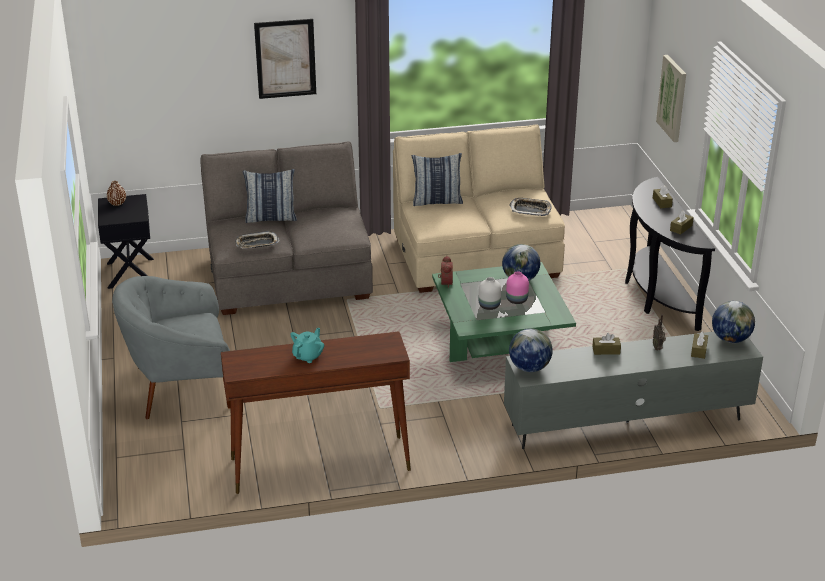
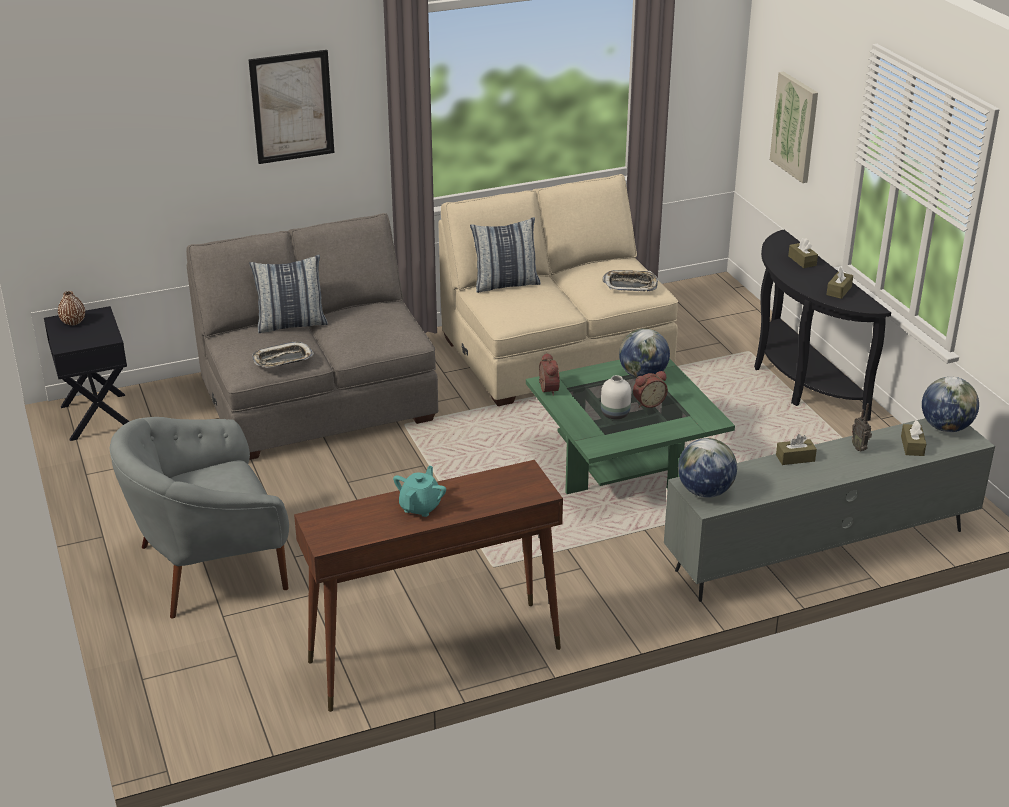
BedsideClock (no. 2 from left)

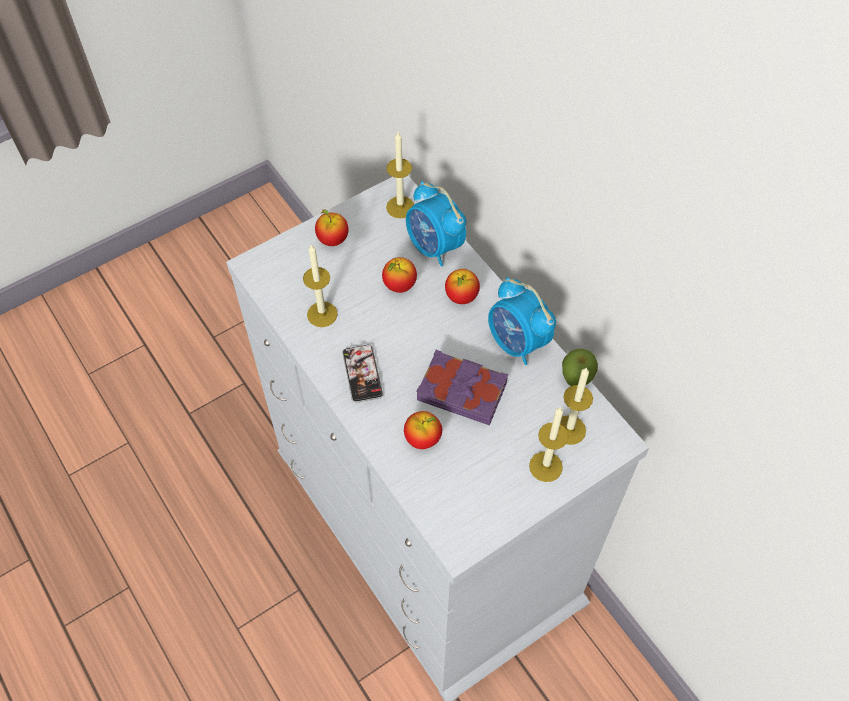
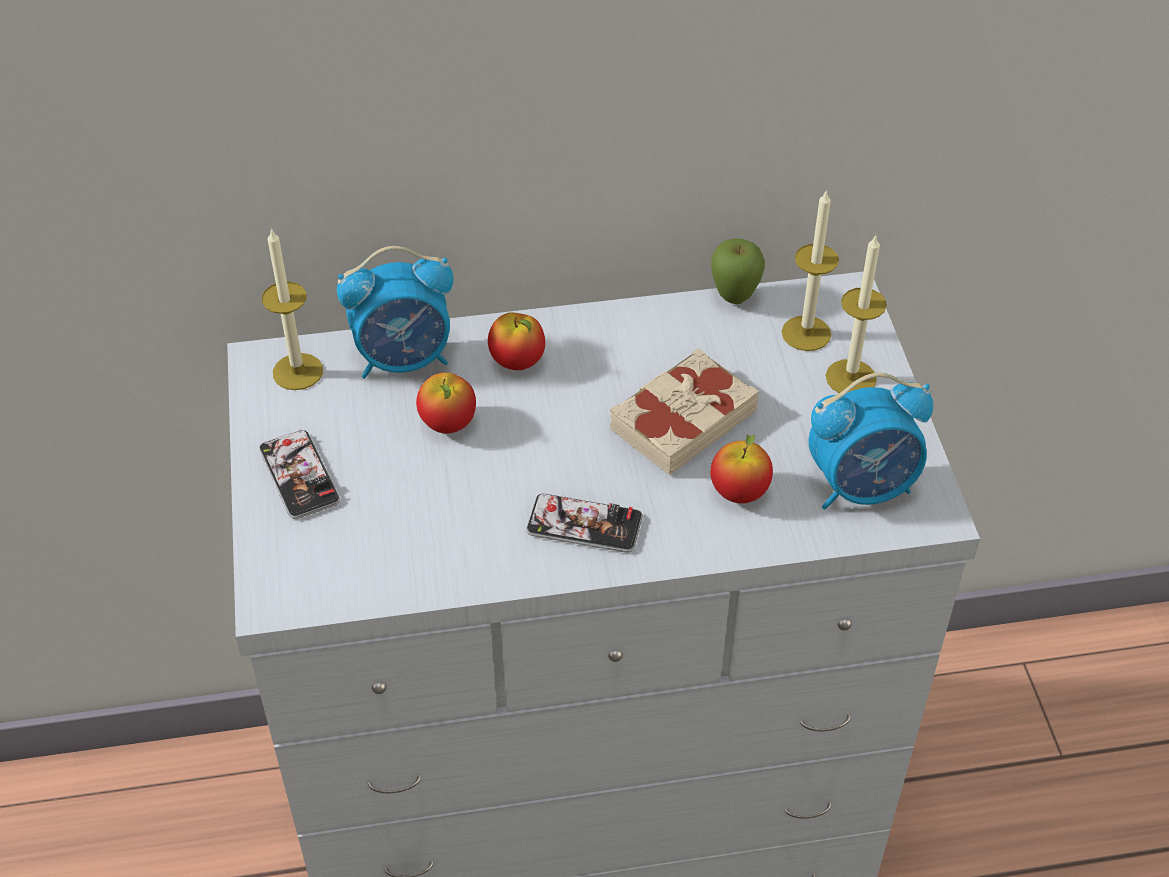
WaxLight (no. 1 from left in the first image)
BedsideClock (no. 2 from left)
Telephone (no. 1 from left)
SandColouredBook

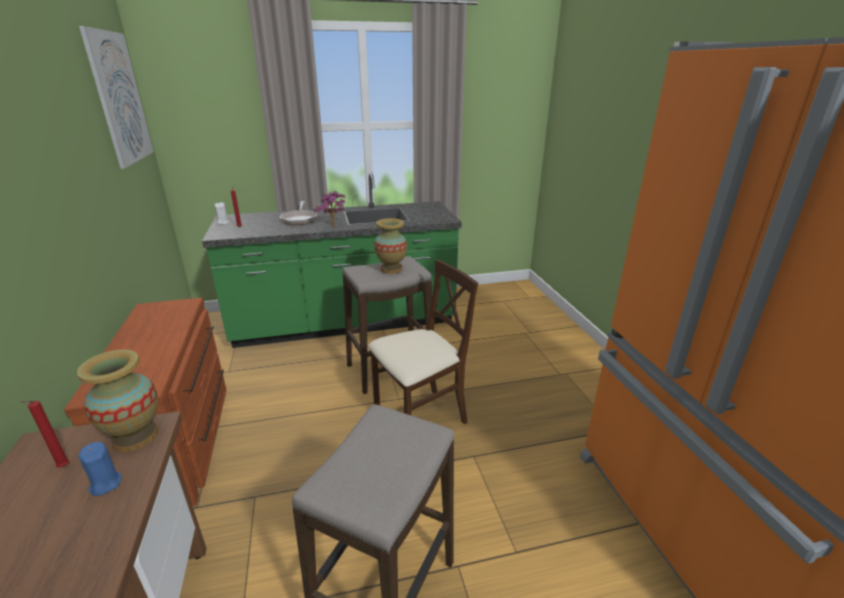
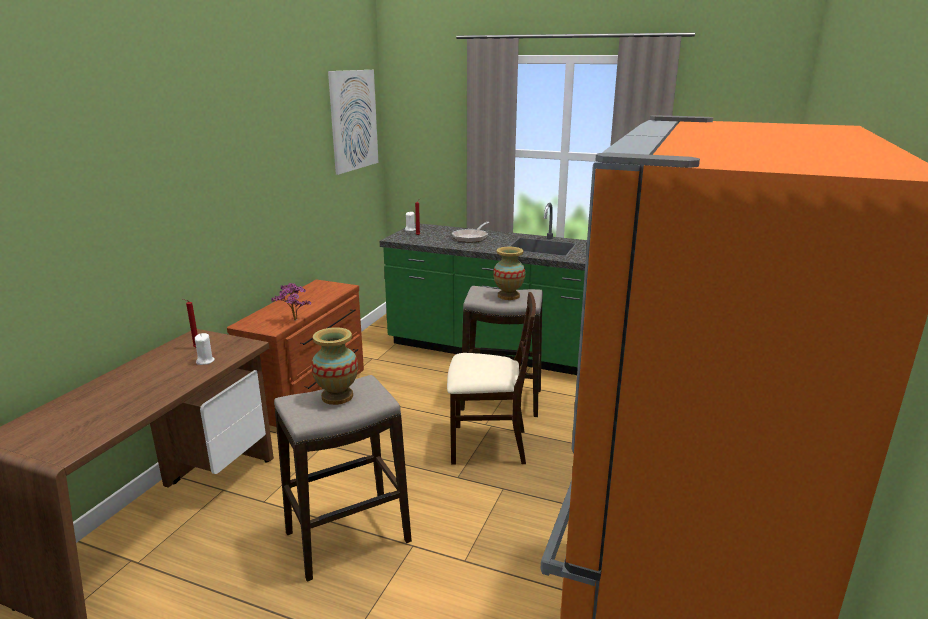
FlowerVase (no. 1 from left)
Houseplant
WhiteWaxLight (no. 1 from left)

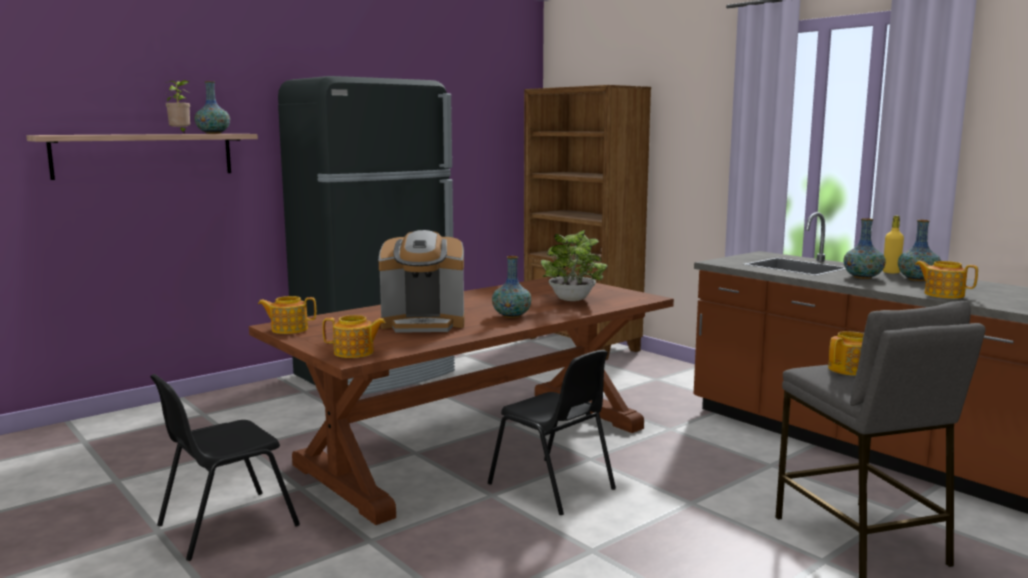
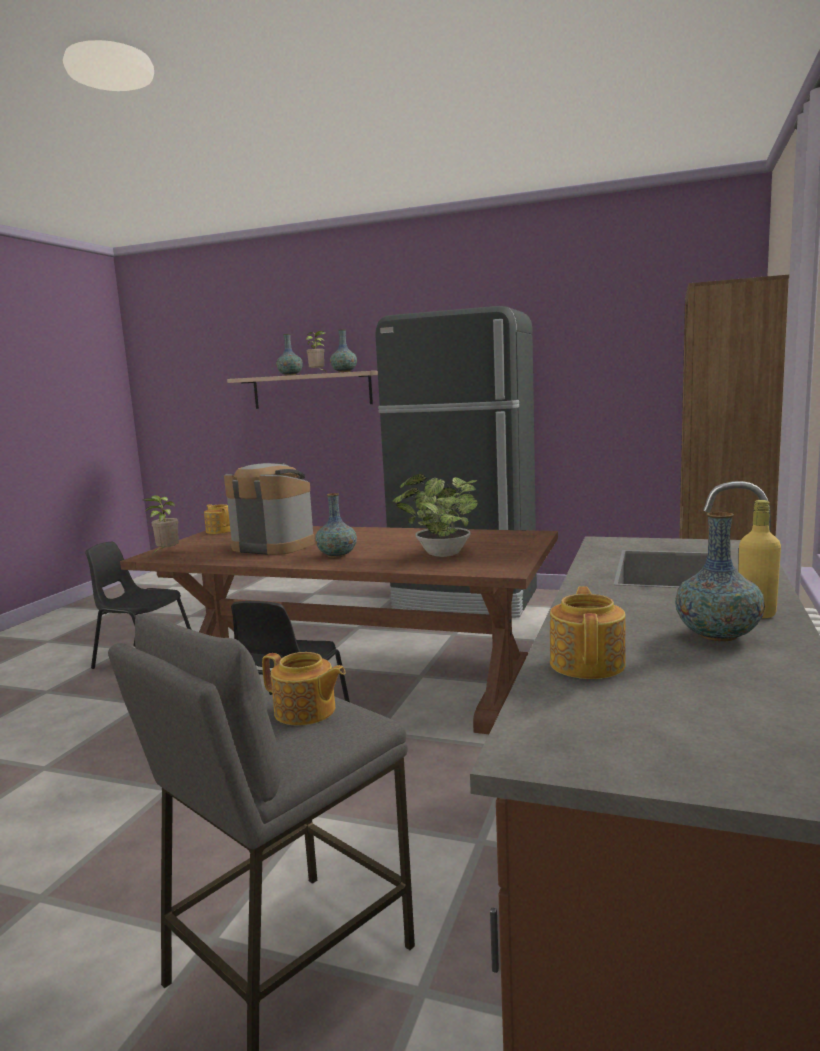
FlowerVase (no. 1 from left)
Houseplant (no. 1 from left)
CoffeeBrewer

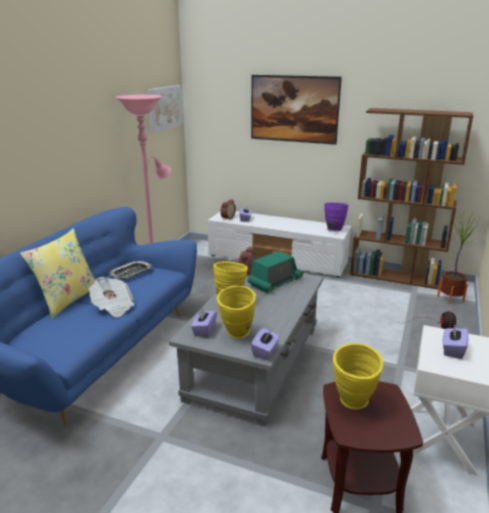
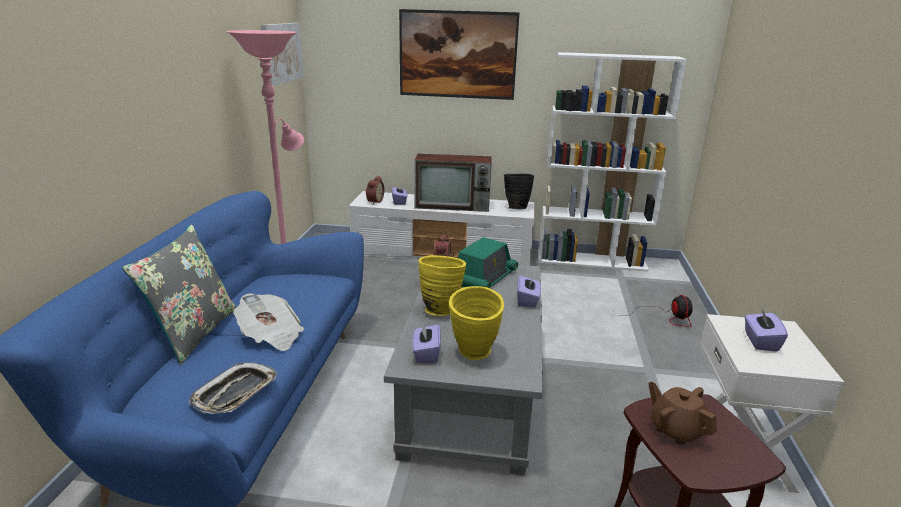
Houseplant
TvSet
Tray
PurplishTissueBox (no. 3 from left)
BrownColouredTeapot
GreyishThrowPillow
BlackColouredFlowerVase
WhiteShelvingUnit

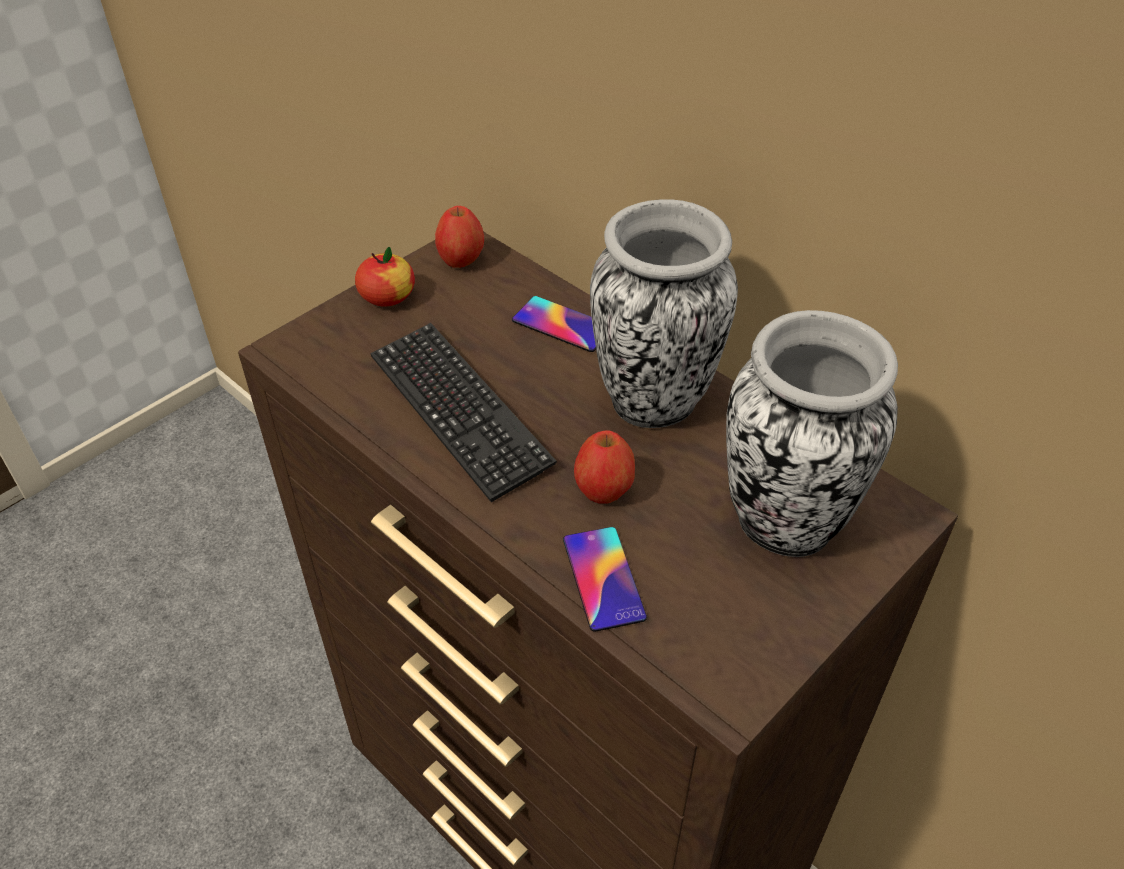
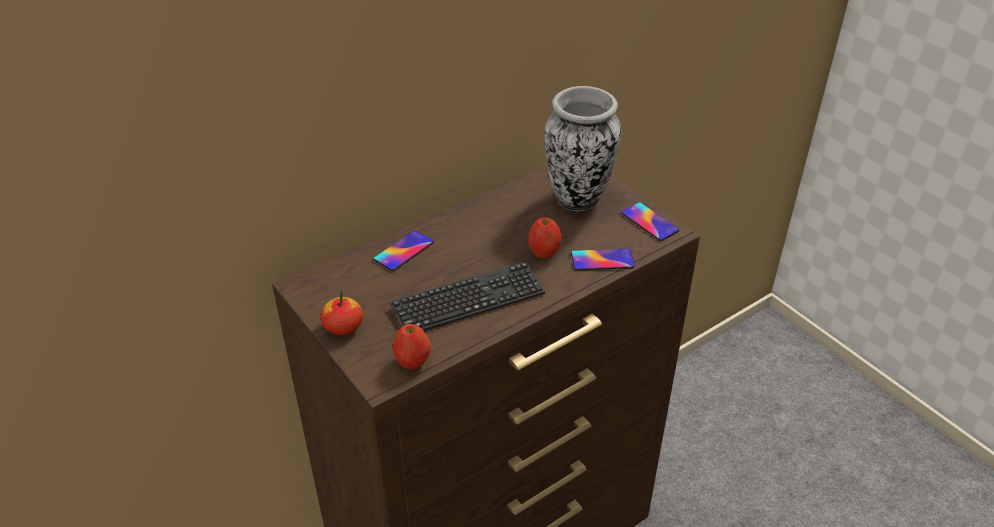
FlowerVase (no. 1 from left in the first image)
Telephone (no. 3 from left)
AppleFruit (no. 2 from left)

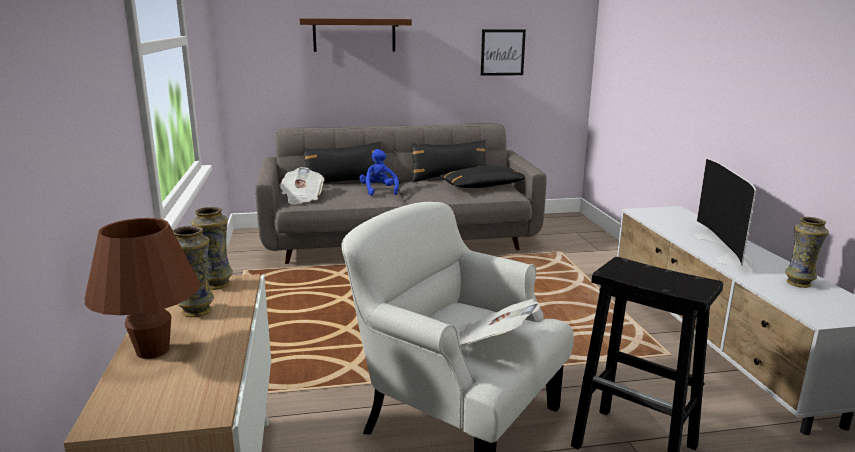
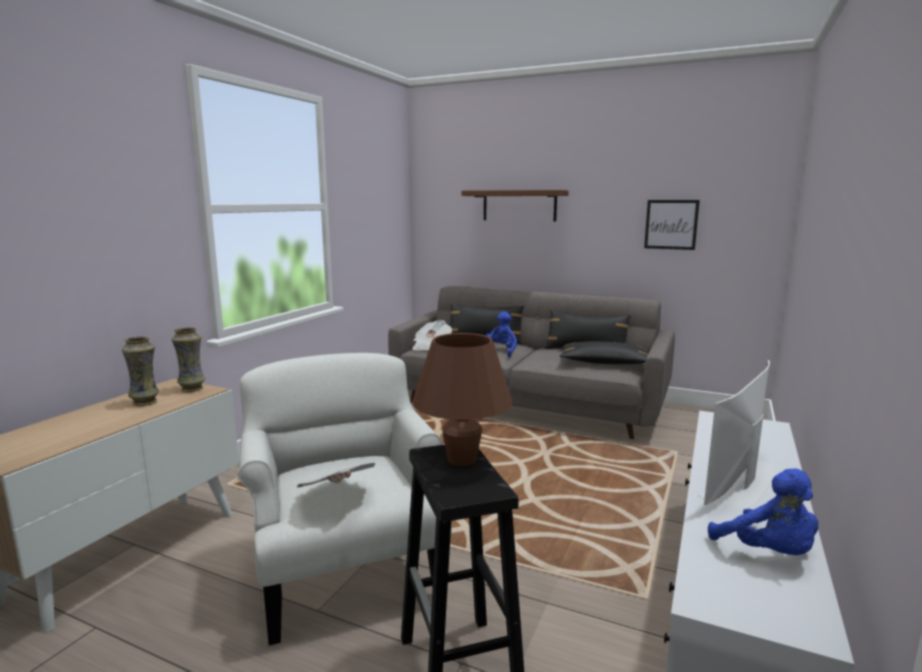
BrownColouredLampForATable
BluishPlushToy (no. 2 from left)

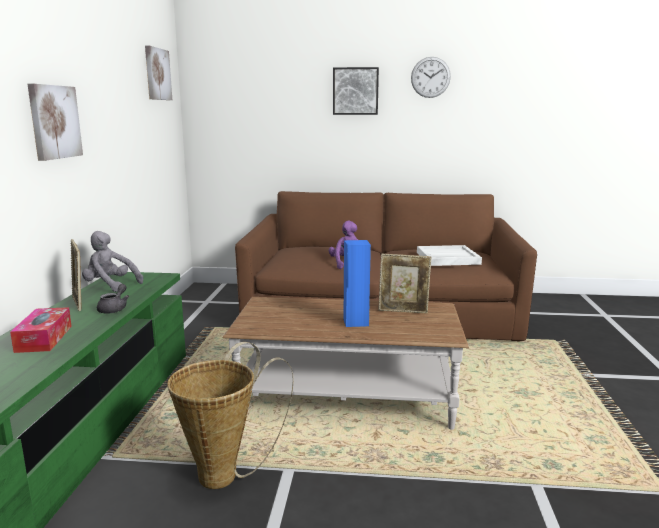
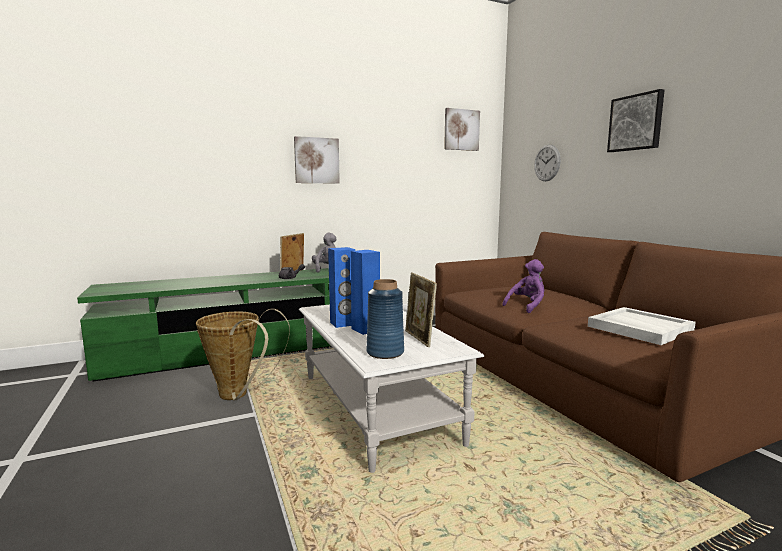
TissueBox
BluishAudioSpeaker (no. 1 from left)
BluishFlowerVase
HangingClock
WhiteLowTable

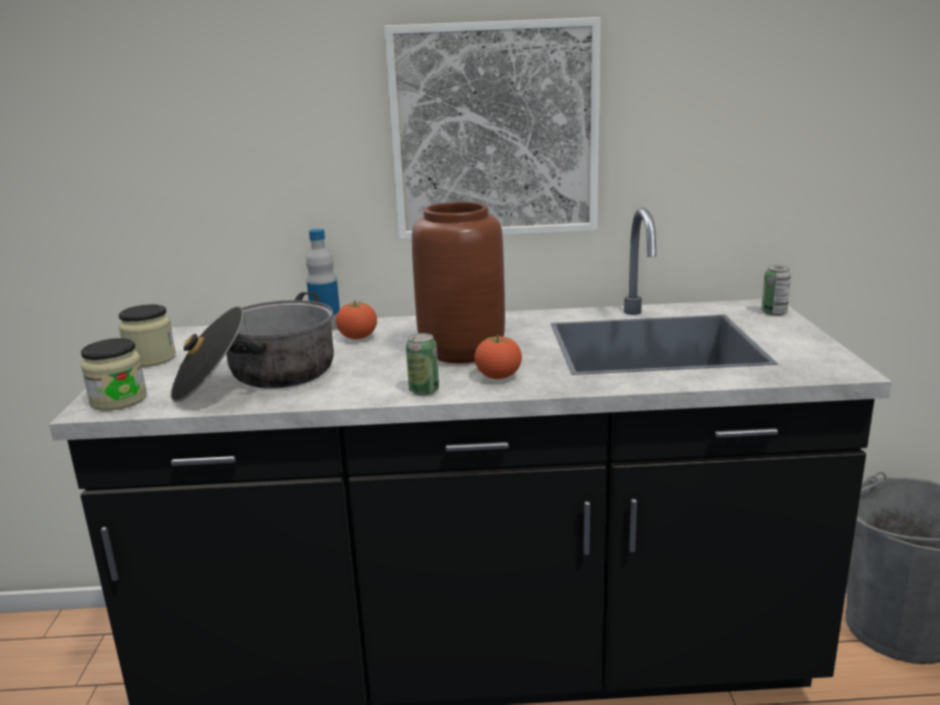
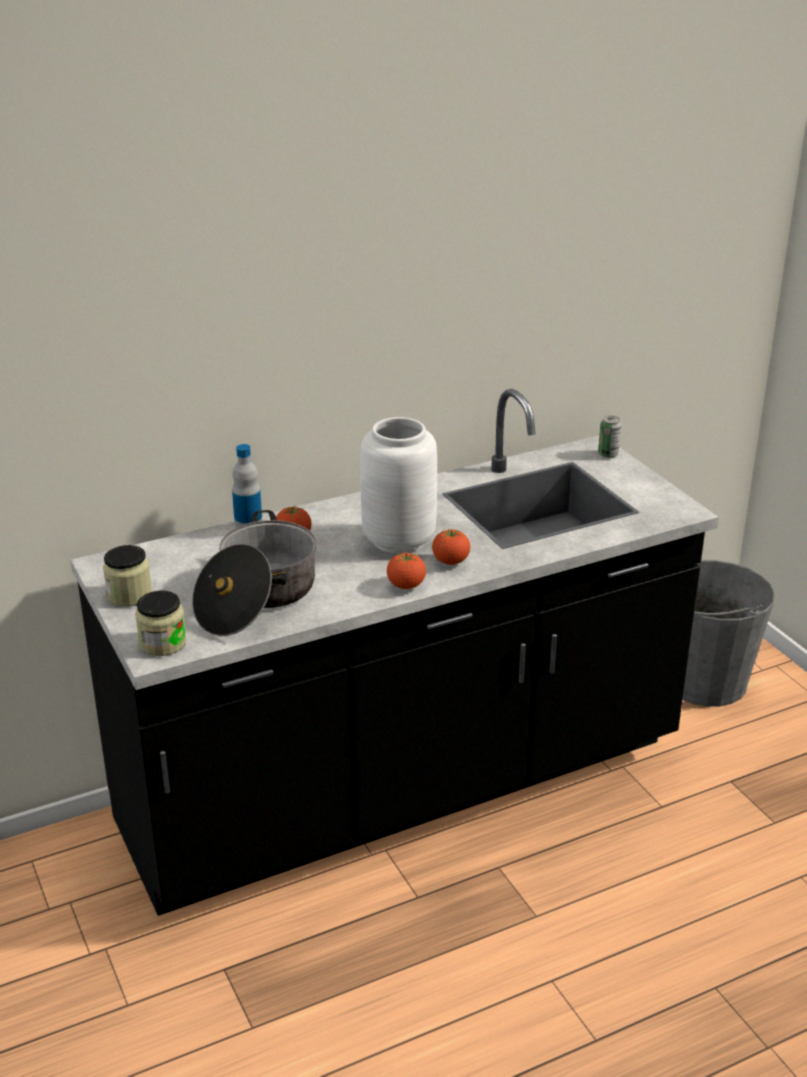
WallPicture
FreshTomato (no. 2 from left)
WhiteFlowerVase

